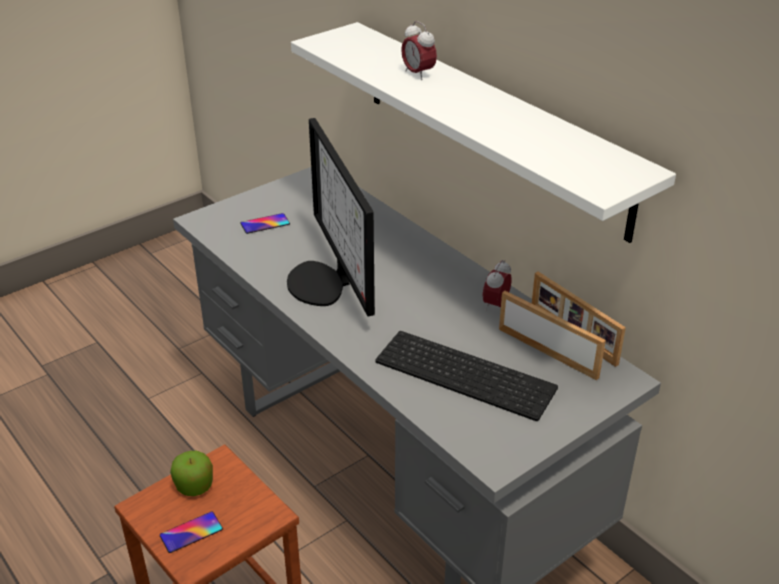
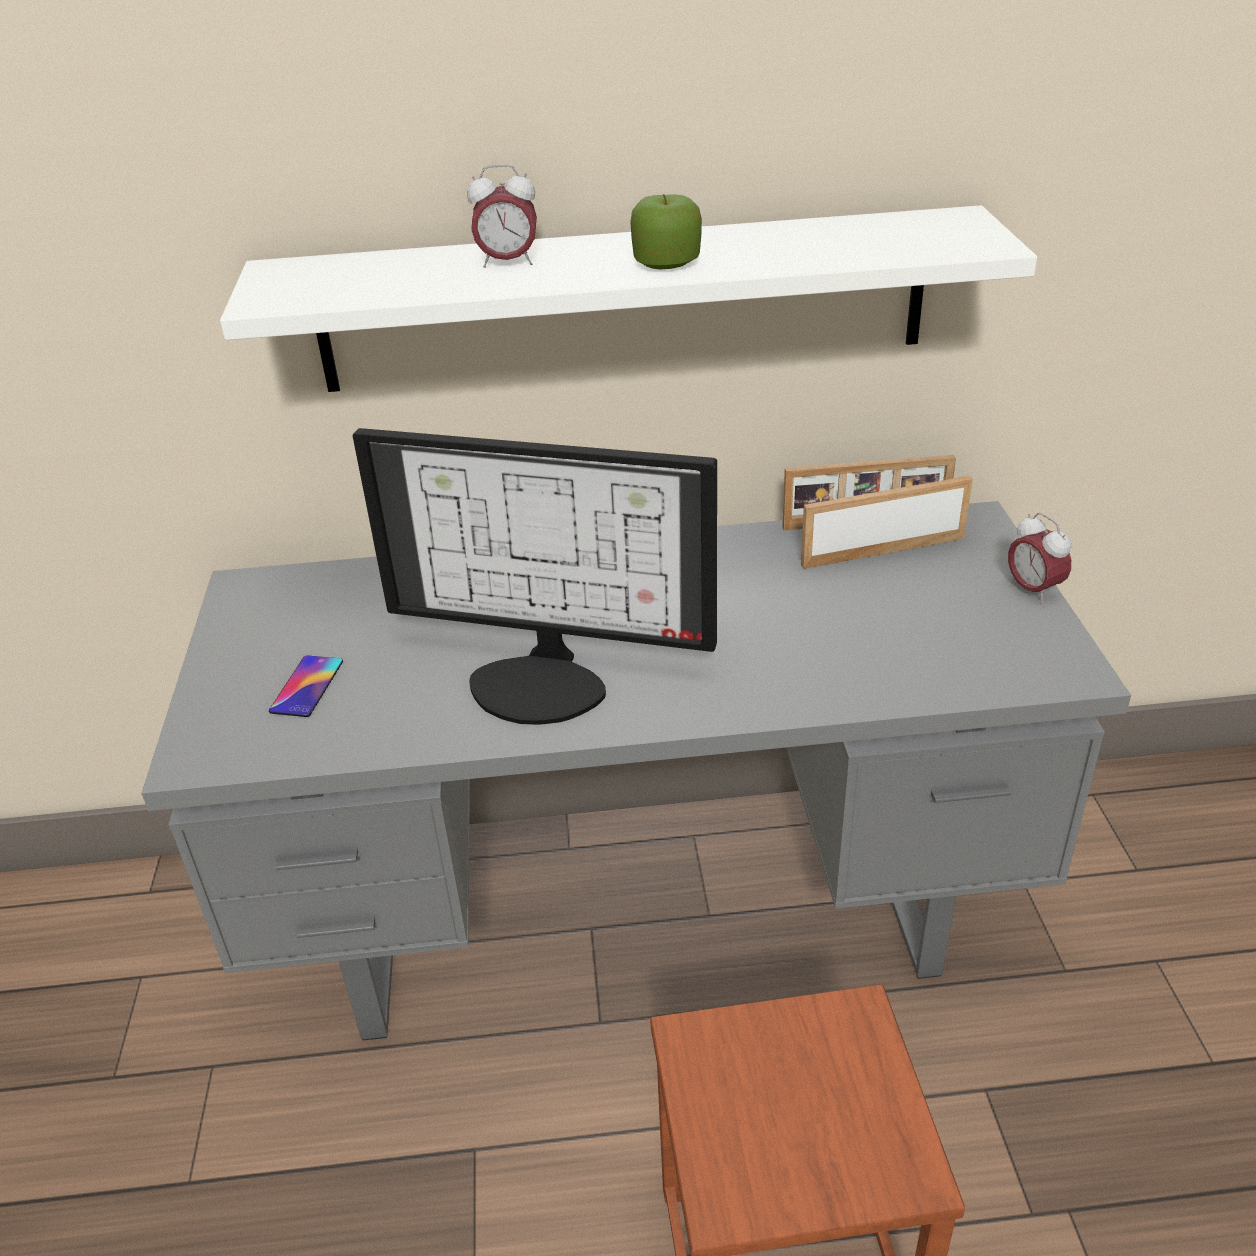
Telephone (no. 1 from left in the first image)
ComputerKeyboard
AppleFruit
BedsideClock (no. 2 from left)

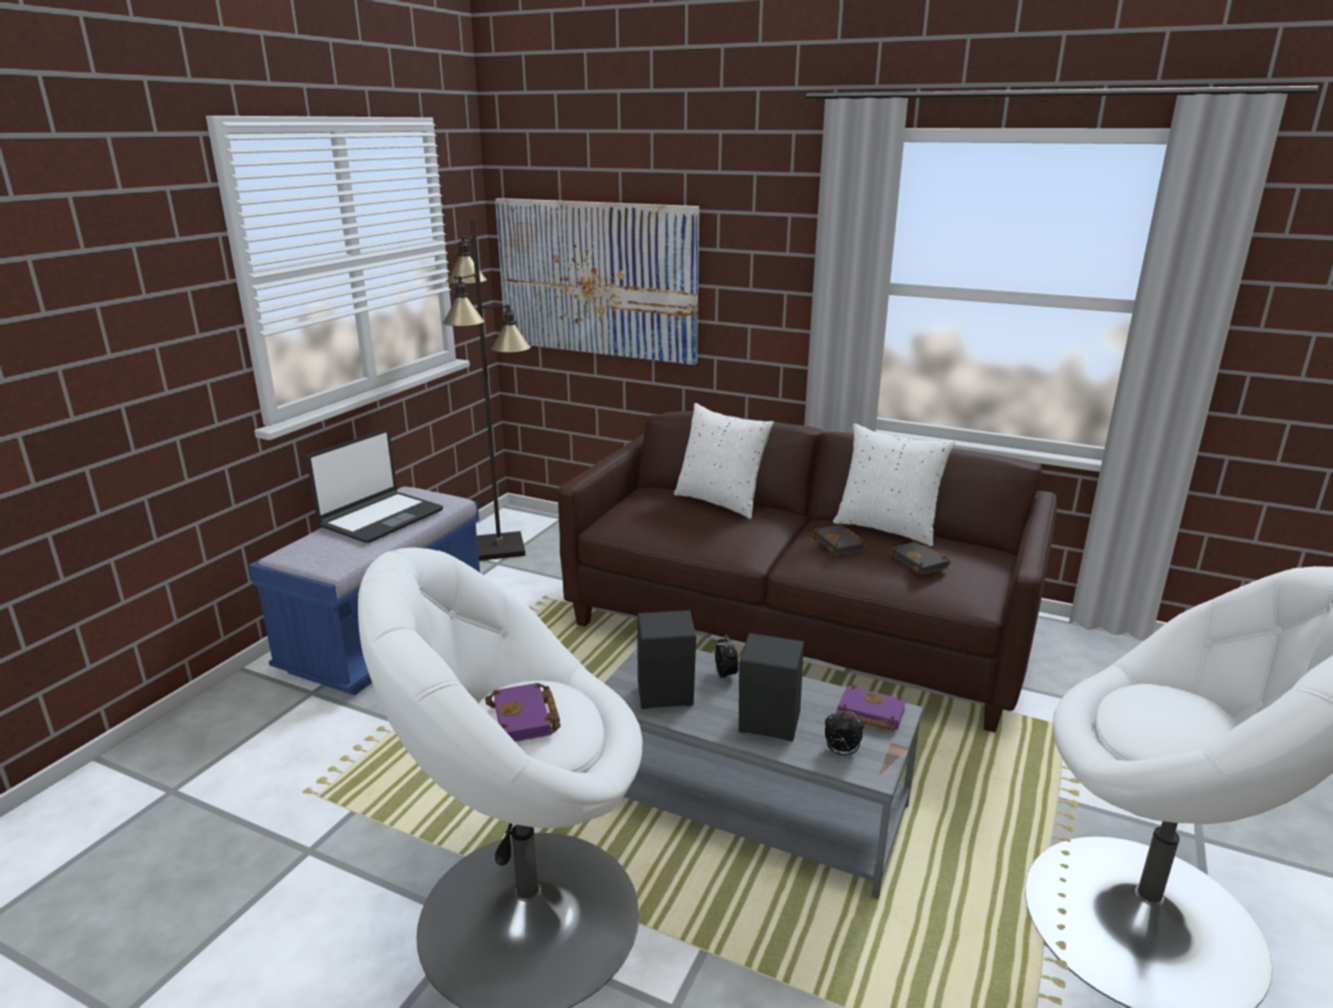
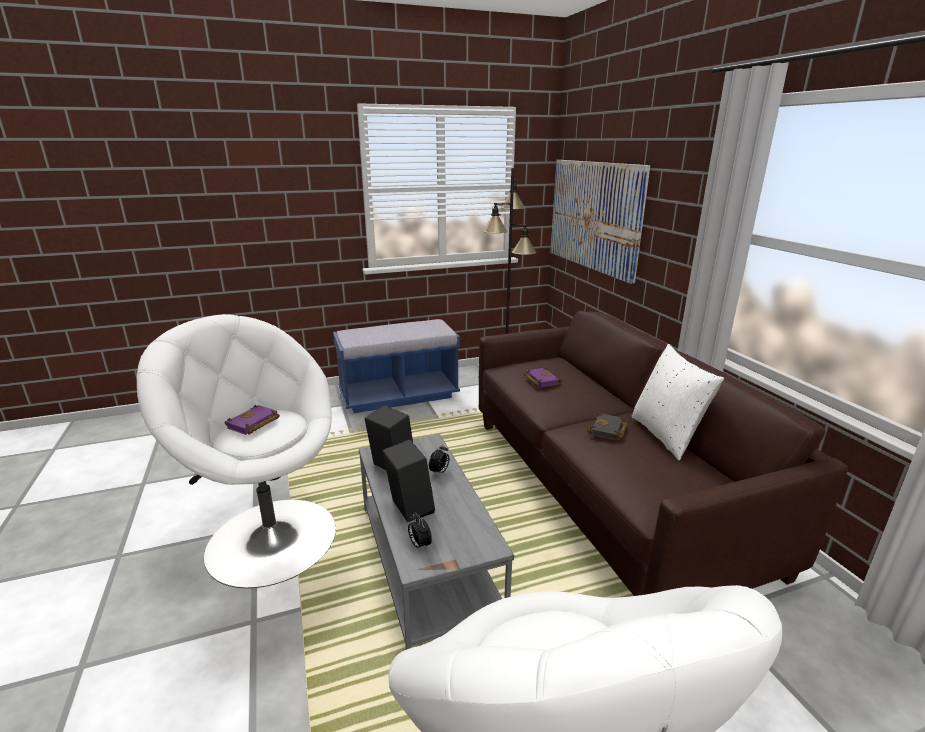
Laptop
WhiteThrowPillow (no. 1 from left in the first image)
BlackColouredBook (no. 2 from left in the first image)
PurplishBook (no. 2 from left)

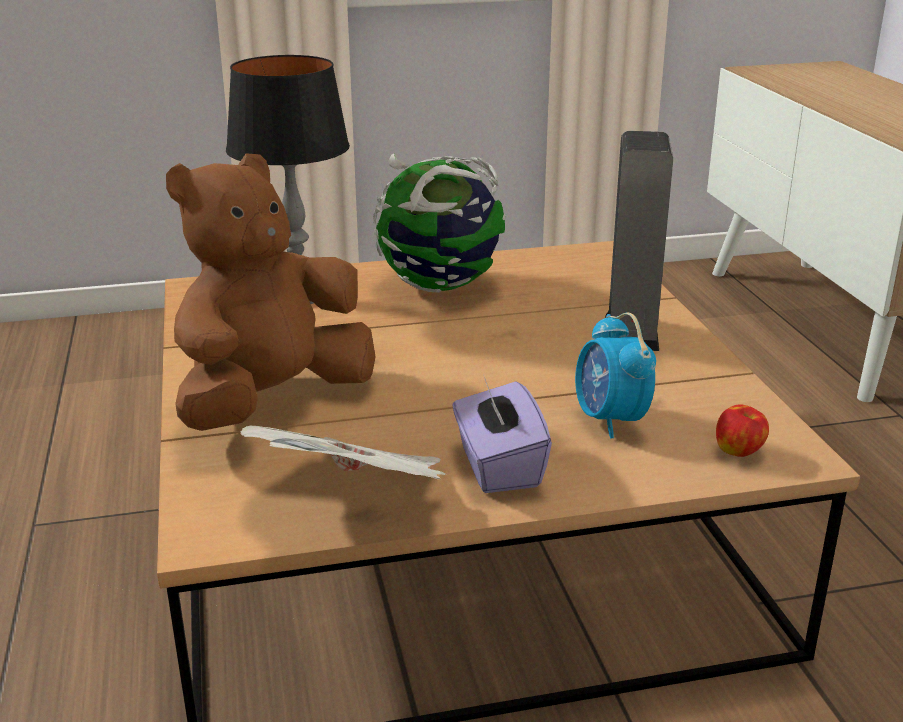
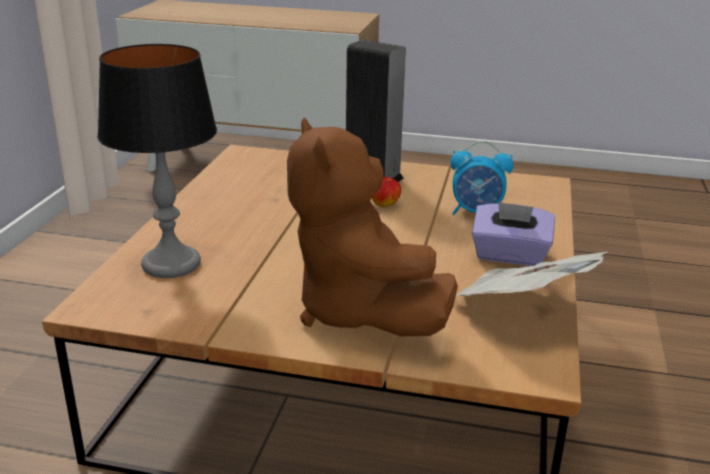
WorldGlobe
AppleFruit

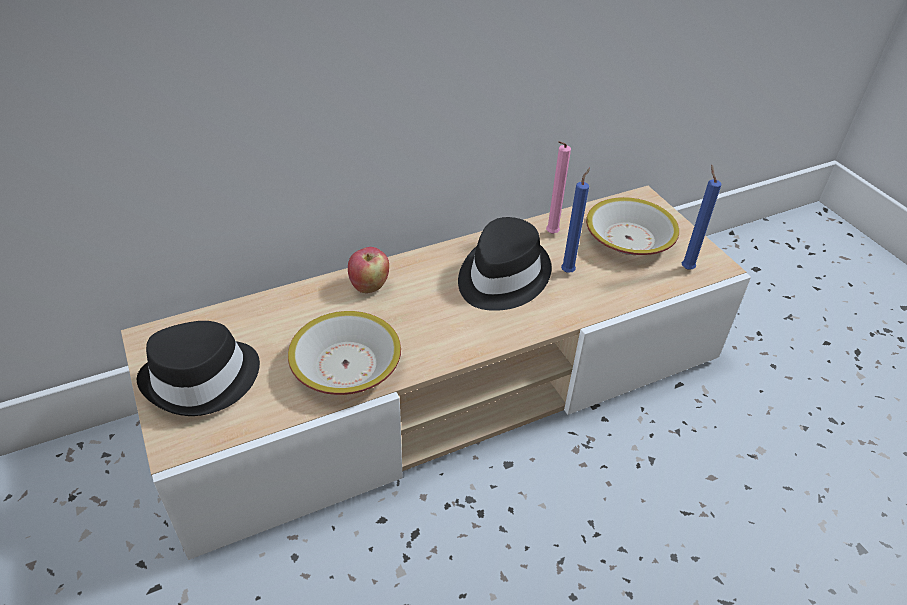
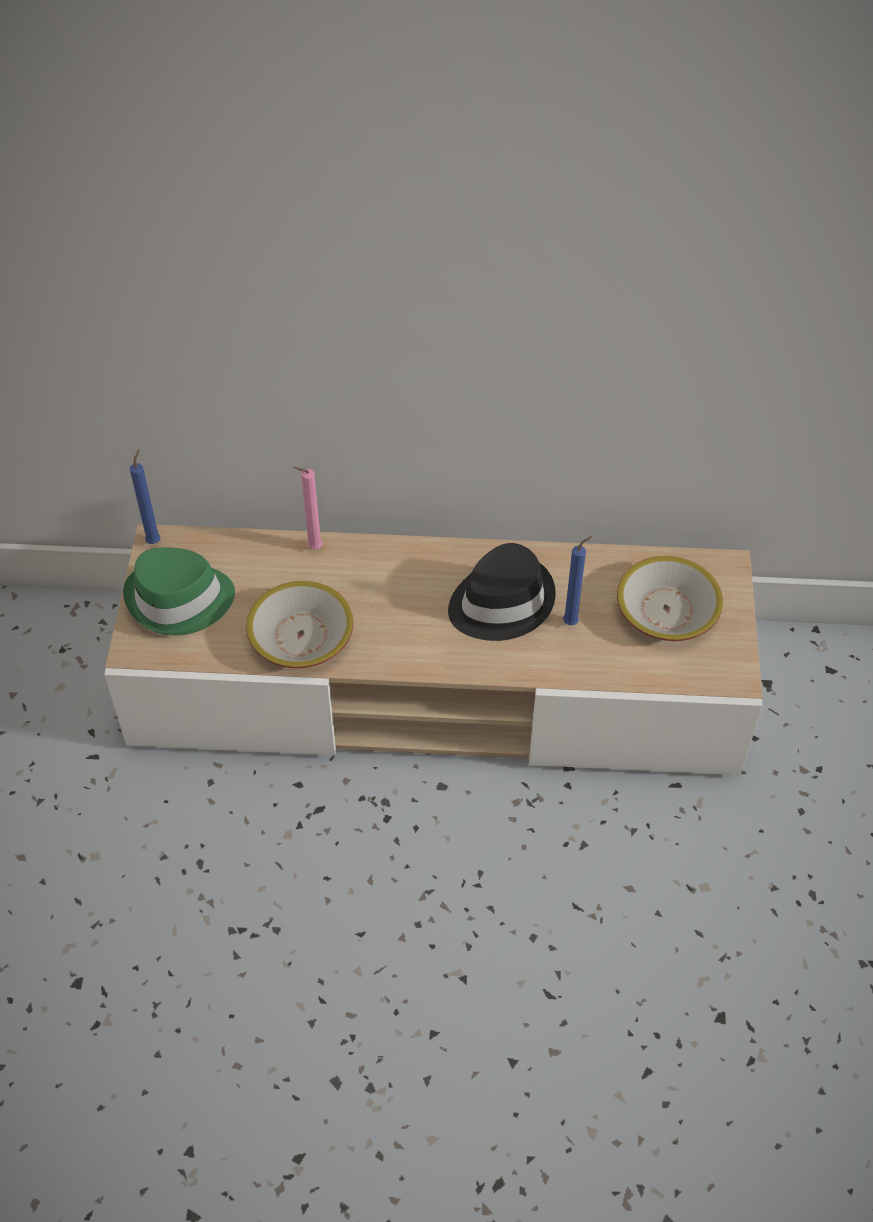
AppleFruit
PinkColouredWaxLight
BluishWaxLight (no. 1 from left)
GreenColouredWearableHat

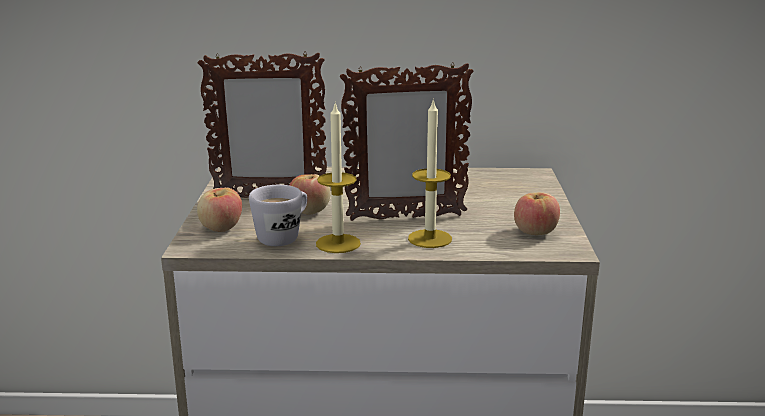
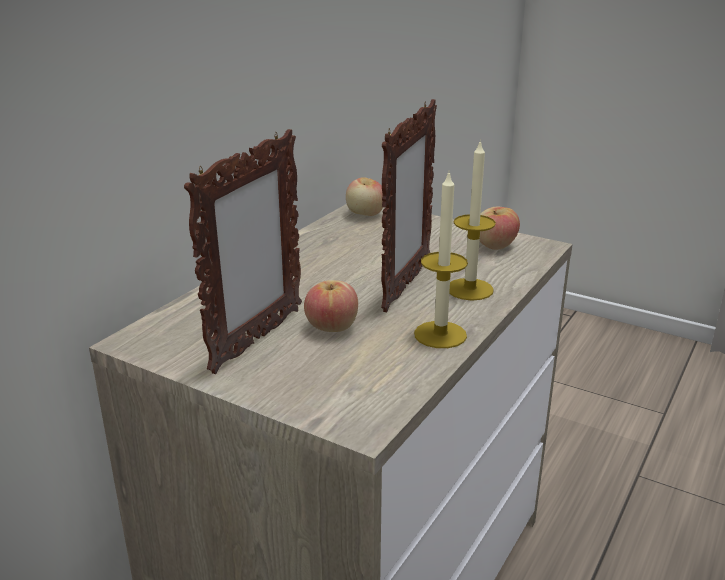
WhiteTeaMug
AppleFruit (no. 2 from left)

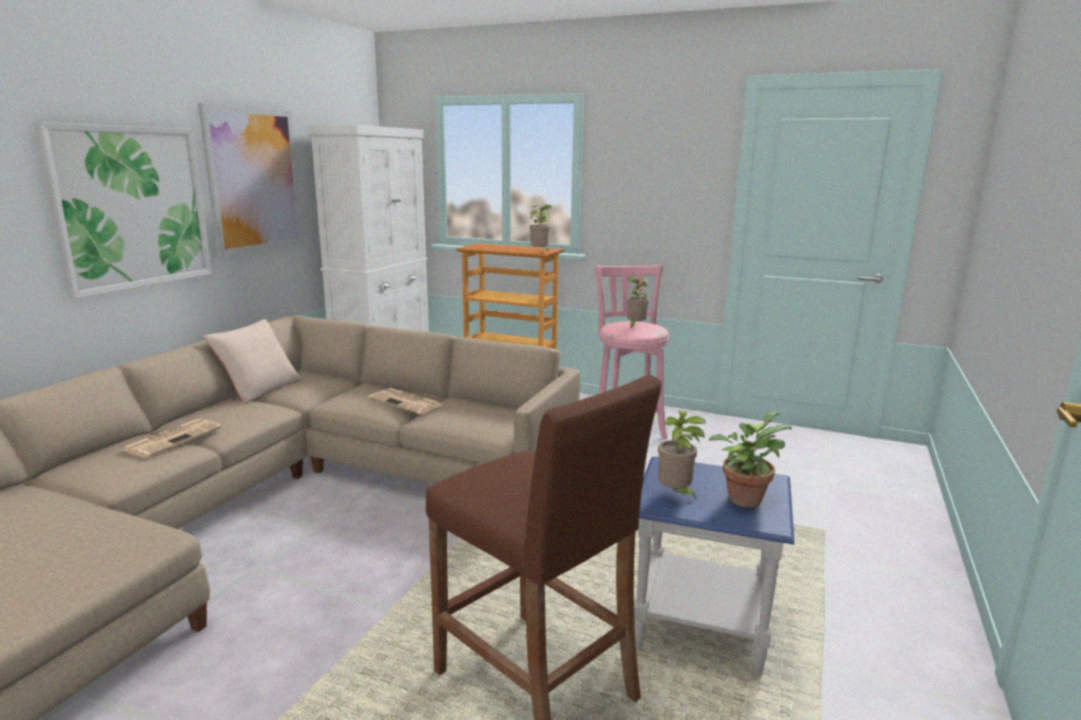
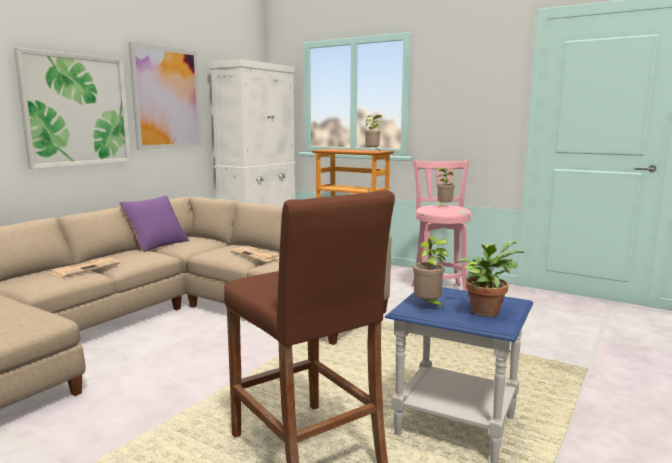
PurplishThrowPillow

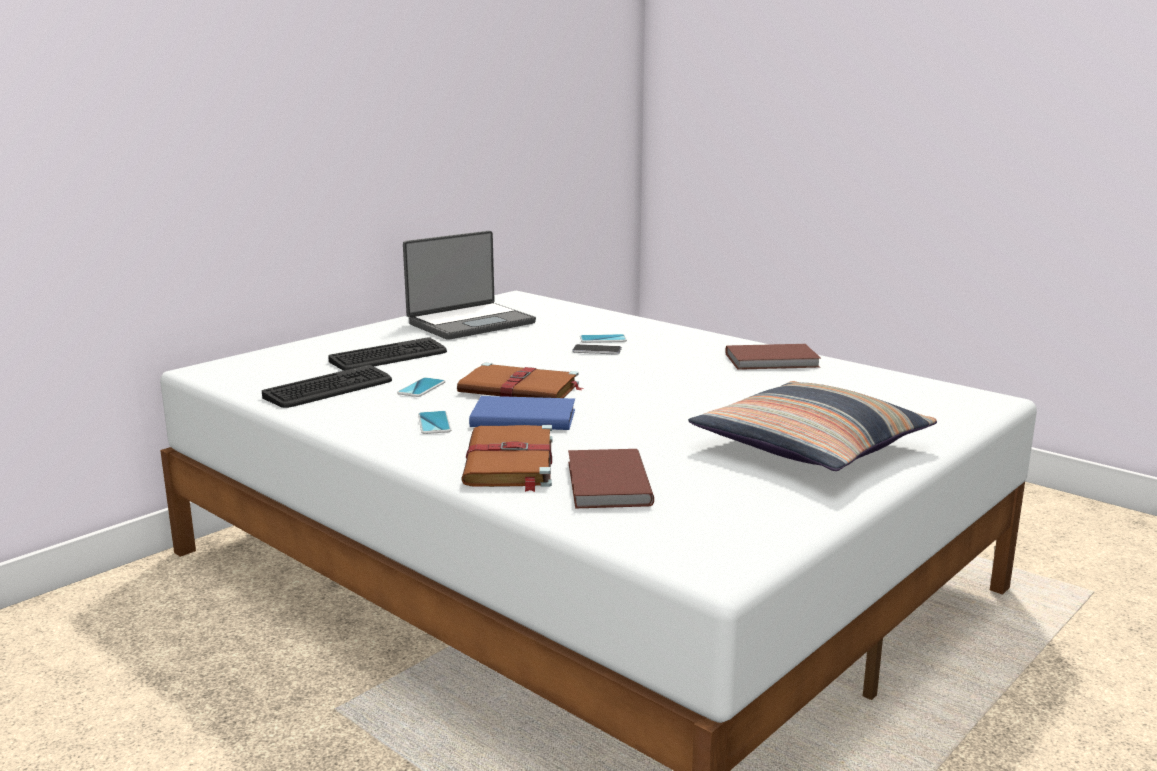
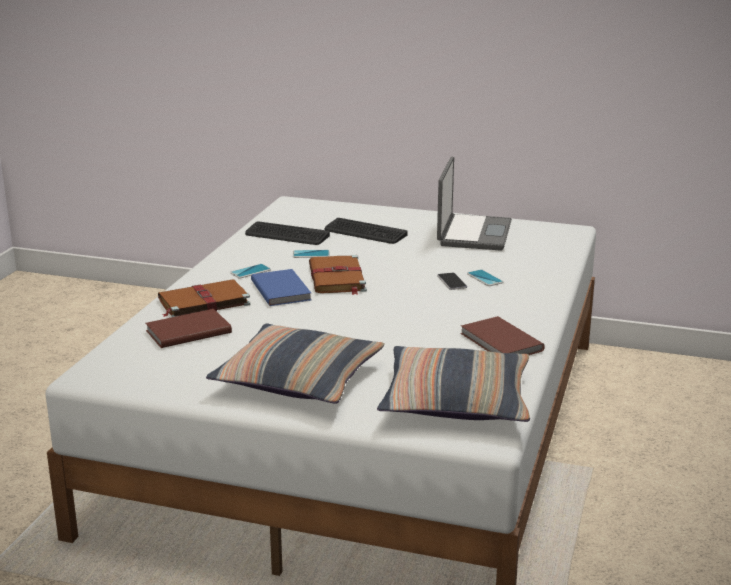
ThrowPillow (no. 2 from left)
Laptop

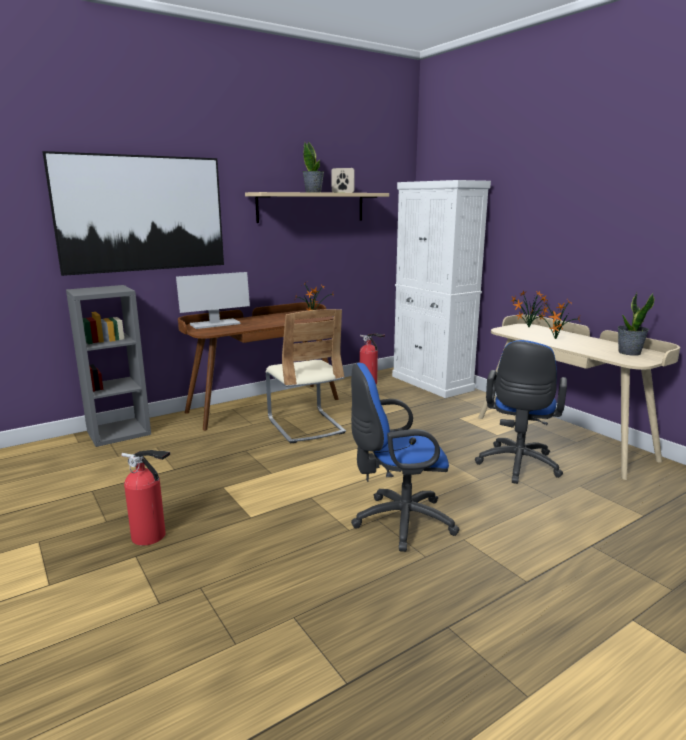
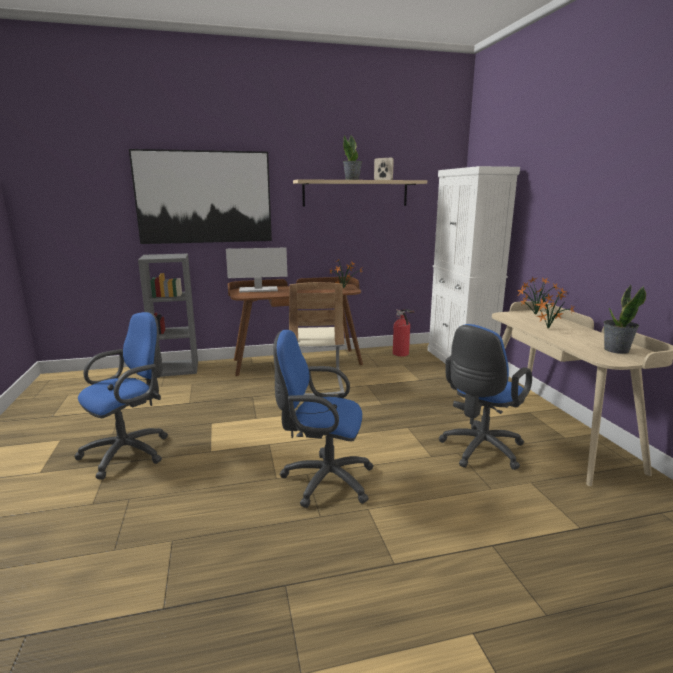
BluishComputerChair (no. 1 from left)

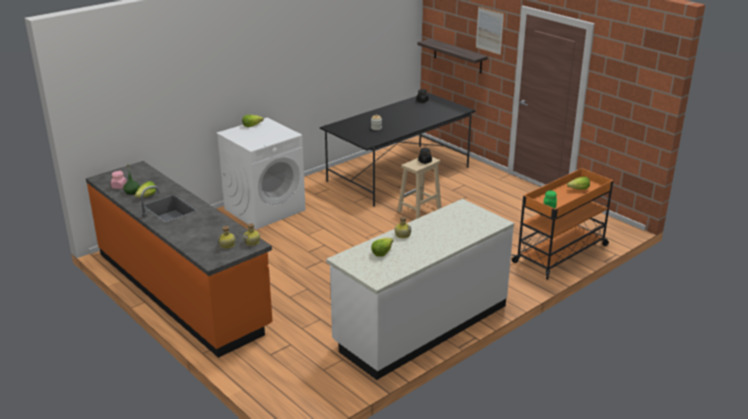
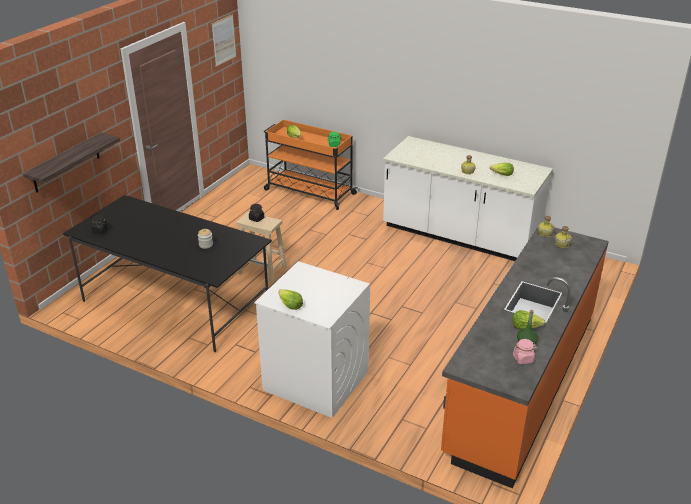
WallPicture

